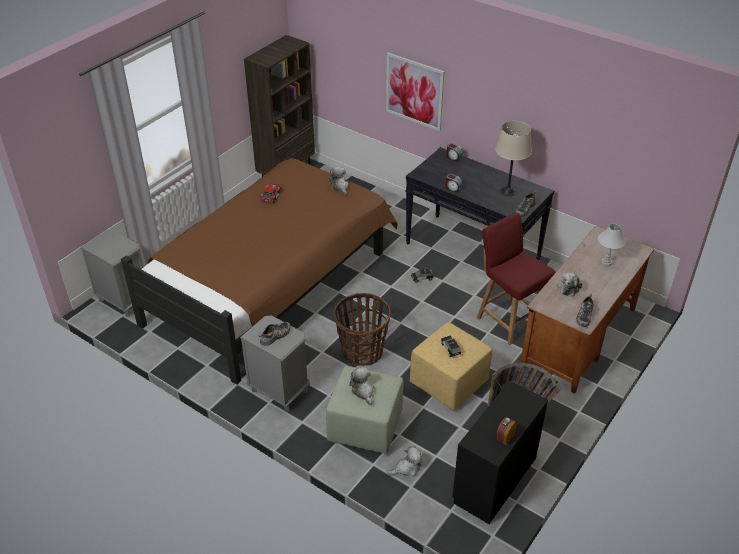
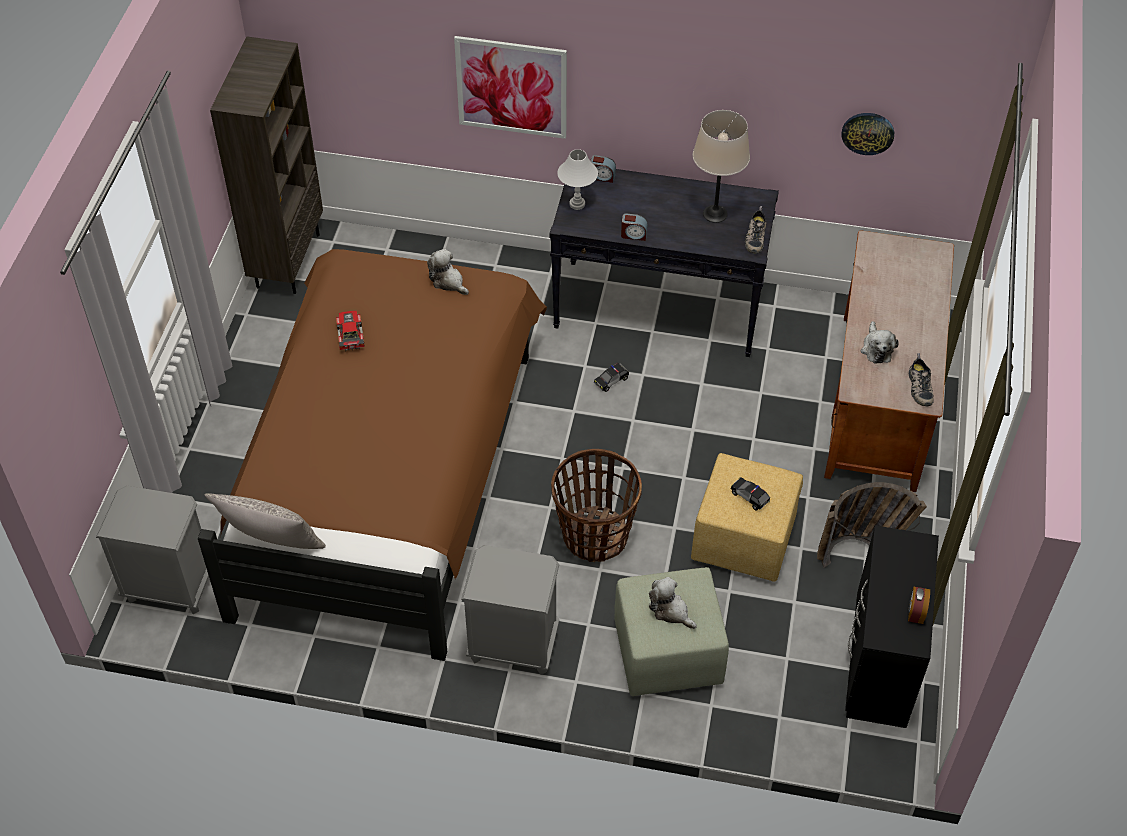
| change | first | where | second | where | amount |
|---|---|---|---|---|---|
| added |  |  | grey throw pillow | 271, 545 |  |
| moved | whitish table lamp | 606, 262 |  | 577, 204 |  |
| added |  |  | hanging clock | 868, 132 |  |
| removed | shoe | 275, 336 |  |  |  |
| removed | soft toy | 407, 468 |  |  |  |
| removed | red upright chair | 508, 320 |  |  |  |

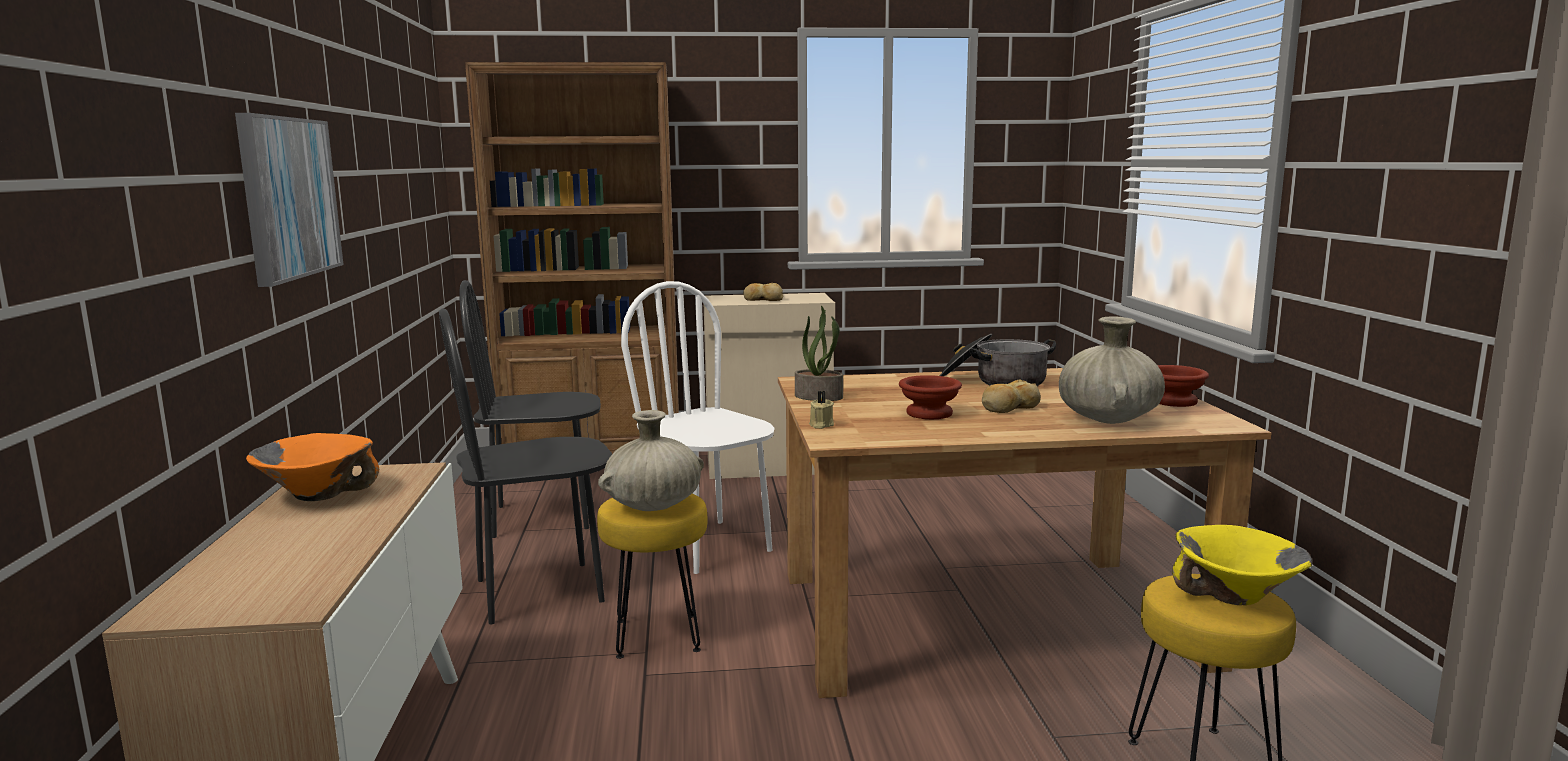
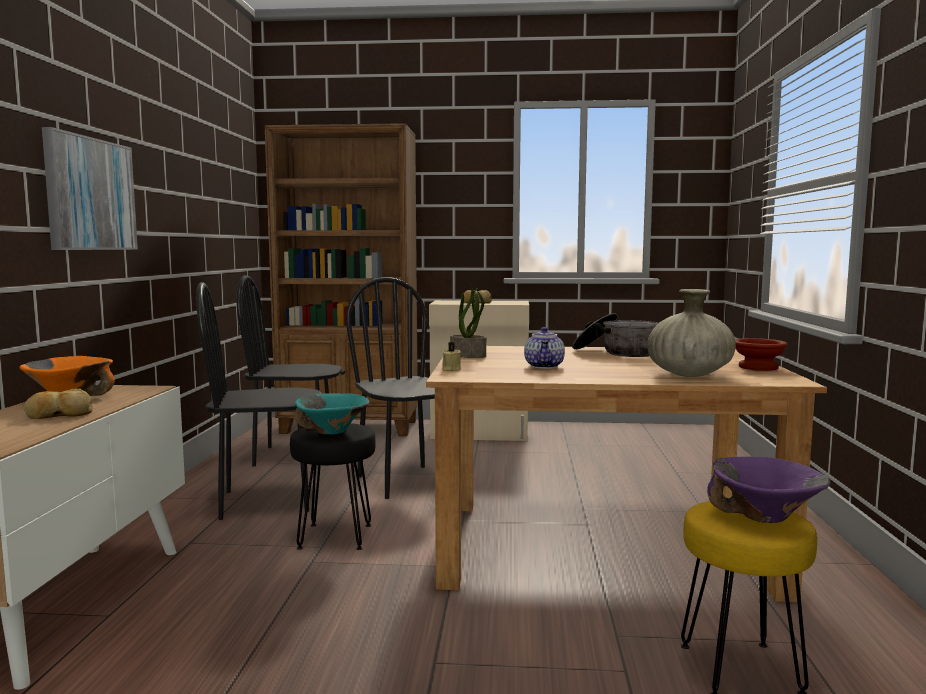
| change | first | where | second | where | amount |
|---|---|---|---|---|---|
| moved | baked bread | 1009, 407 |  | 59, 414 |  |
| recoloured | yellowish stool | 656, 635 | blackish stool | 334, 536 |  |
| replaced | beige decorative vase | 654, 506 | turquoise serving bowl | 332, 432 |  |
| recoloured | whitish upright chair | 707, 546 | blackish upright chair | 405, 481 |  |
| replaced | brown-coloured serving bowl | 930, 413 | teapot | 545, 366 |  |
| recoloured | yellowish serving bowl | 1235, 597 | purple serving bowl | 765, 517 |  |

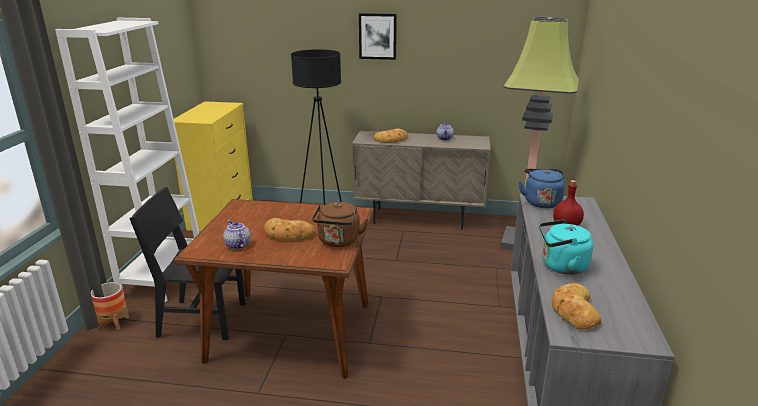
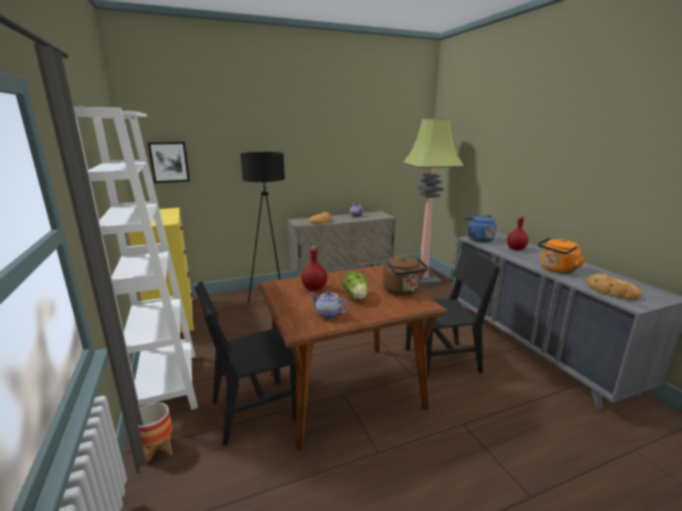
| change | first | where | second | where | amount |
|---|---|---|---|---|---|
| moved | picture | 377, 36 |  | 169, 162 |  |
| added |  |  | red bottle | 314, 288 |  |
| replaced | baked bread | 288, 234 | lettuce | 356, 296 |  |
| added |  |  | blackish upright chair | 442, 360 |  |
| recoloured | turquoise kettle | 561, 266 | orange kettle | 556, 270 |  |

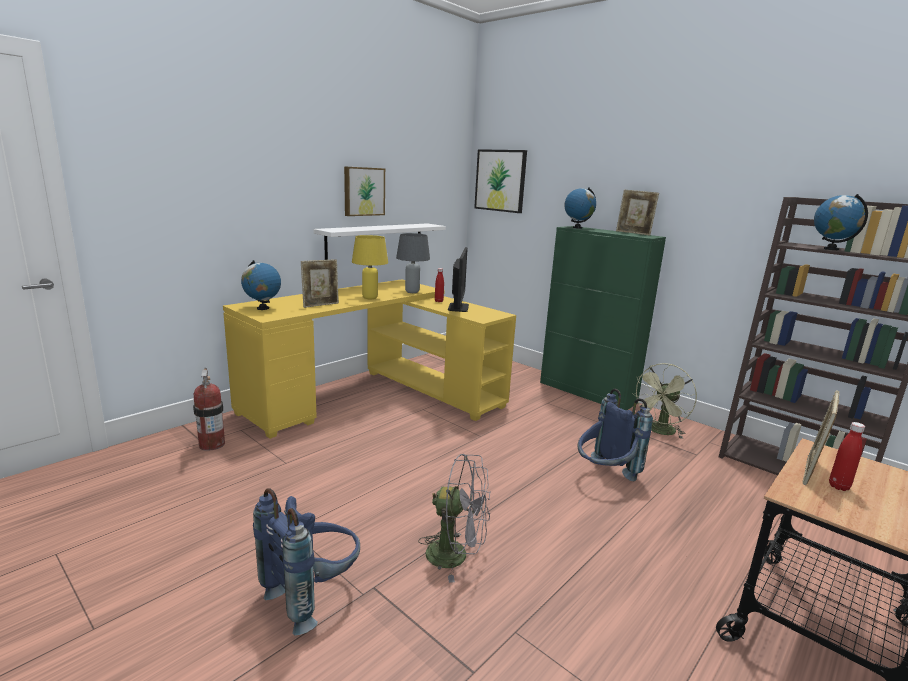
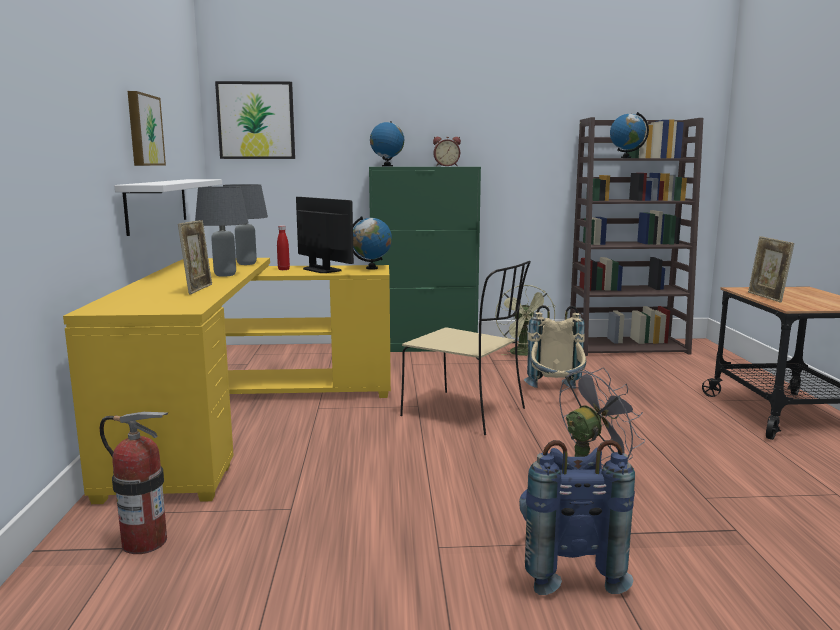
| change | first | where | second | where | amount |
|---|---|---|---|---|---|
| recoloured | yellowish table lamp | 369, 298 | grey table lamp | 224, 275 |  |
| moved | globe | 262, 308 |  | 371, 268 |  |
| added |  |  | beige upright chair | 466, 413 |  |
| replaced | photo frame | 633, 233 | bedside clock | 446, 166 |  |
| recoloured | bluish rucksack | 604, 477 | beige rucksack | 556, 393 |  |
| removed | red bottle | 838, 486 |  |  |  |

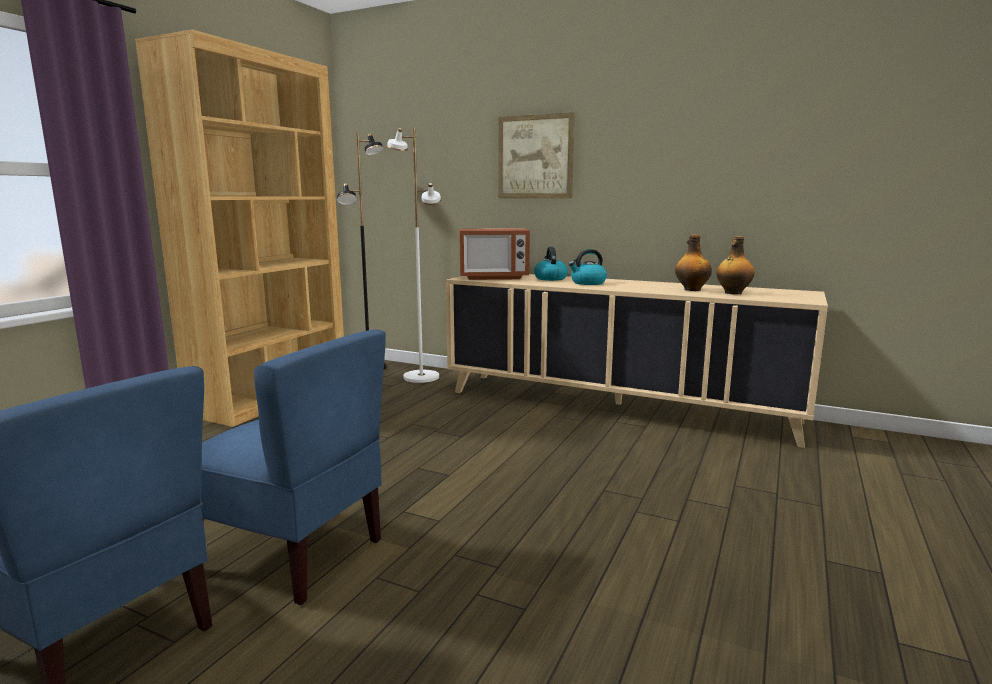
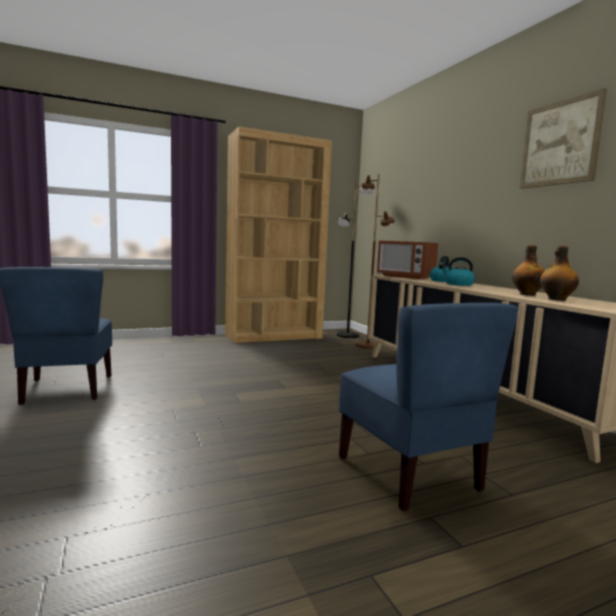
| change | first | where | second | where | amount |
|---|---|---|---|---|---|
| moved | bluish upright chair | 293, 554 |  | 410, 473 |  |
| recoloured | whitish floor lamp | 421, 377 | brown-coloured floor lamp | 367, 345 |  |
| moved | picture | 535, 157 |  | 560, 143 |  |

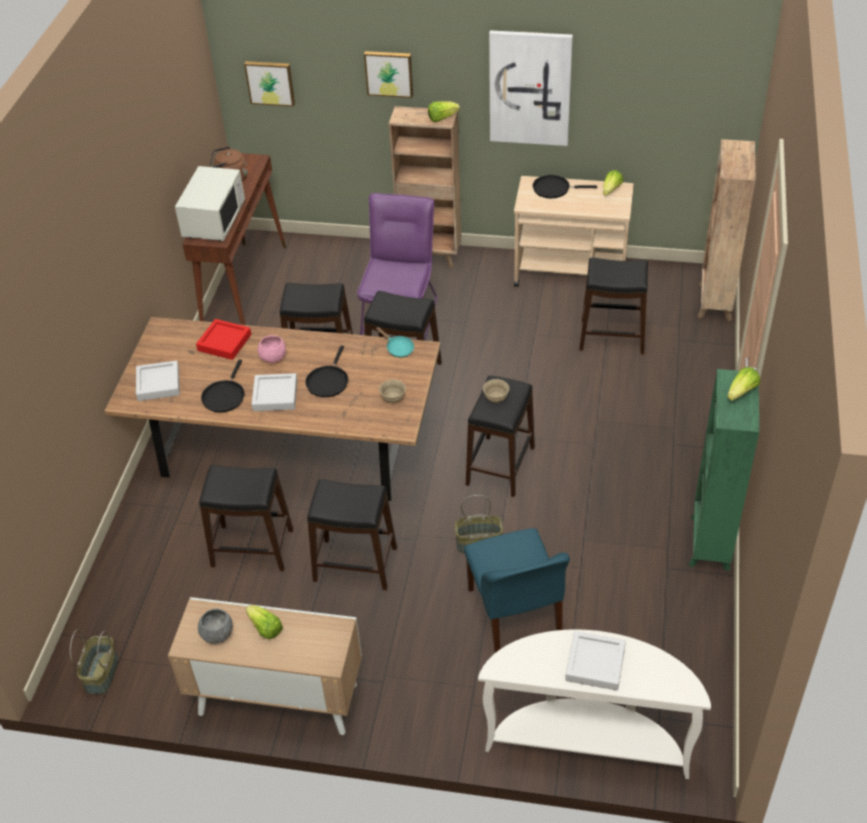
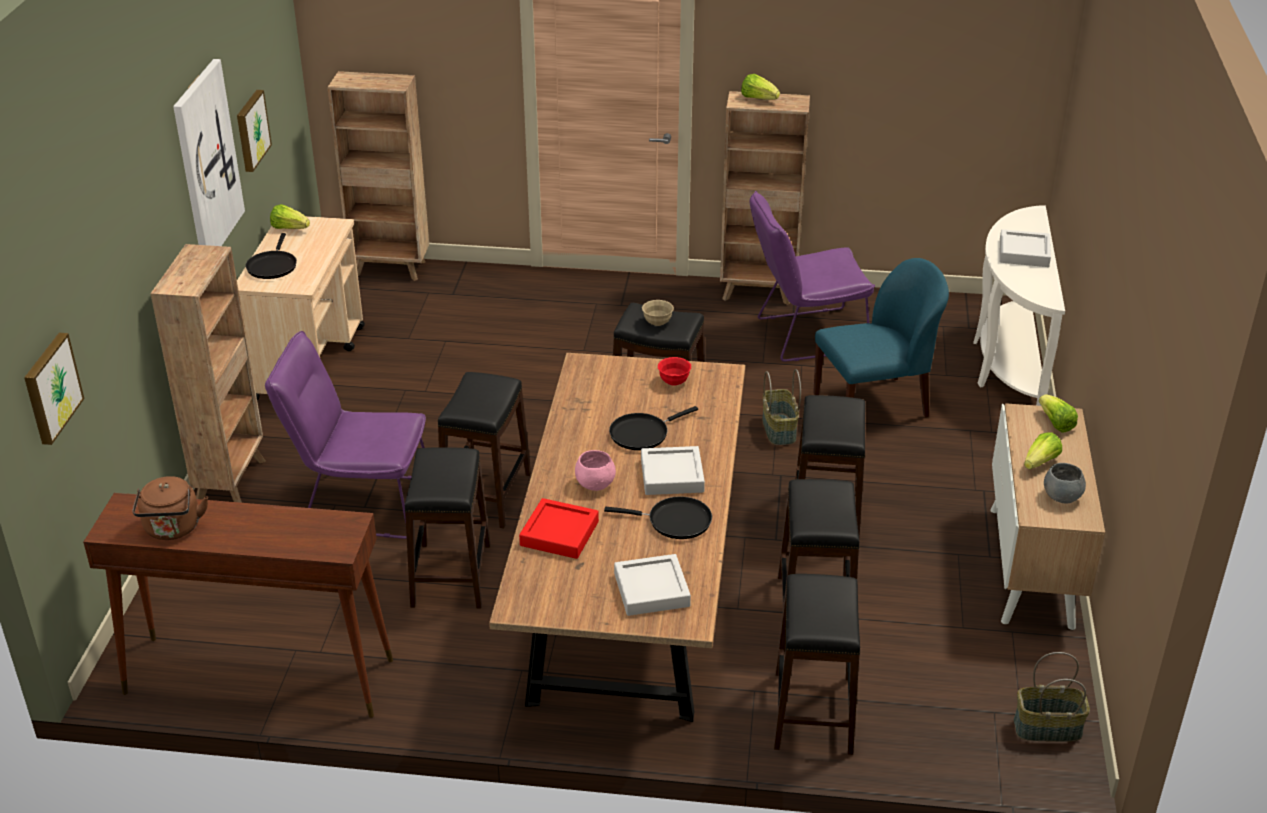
| change | first | where | second | where | amount |
|---|---|---|---|---|---|
| moved | picture | 389, 73 |  | 251, 130 |  |
| turned | blackish frying pan | 328, 381 |  | 642, 433 | 135 degrees clockwise |
| recoloured | beige serving bowl | 393, 399 | red serving bowl | 674, 382 |  |
| recoloured | green-coloured bookshelf | 709, 544 | brown-coloured bookshelf | 758, 292 |  |
| added |  |  | purple upright chair | 804, 336 |  |
| moved | blackish stool | 612, 337 |  | 814, 712 |  |
| moved | lettuce | 442, 118 |  | 1055, 423 |  |
| removed | whitish microwave oven | 214, 220 |  |  |  |
| removed | turquoise frying pan | 398, 348 |  |  |  |

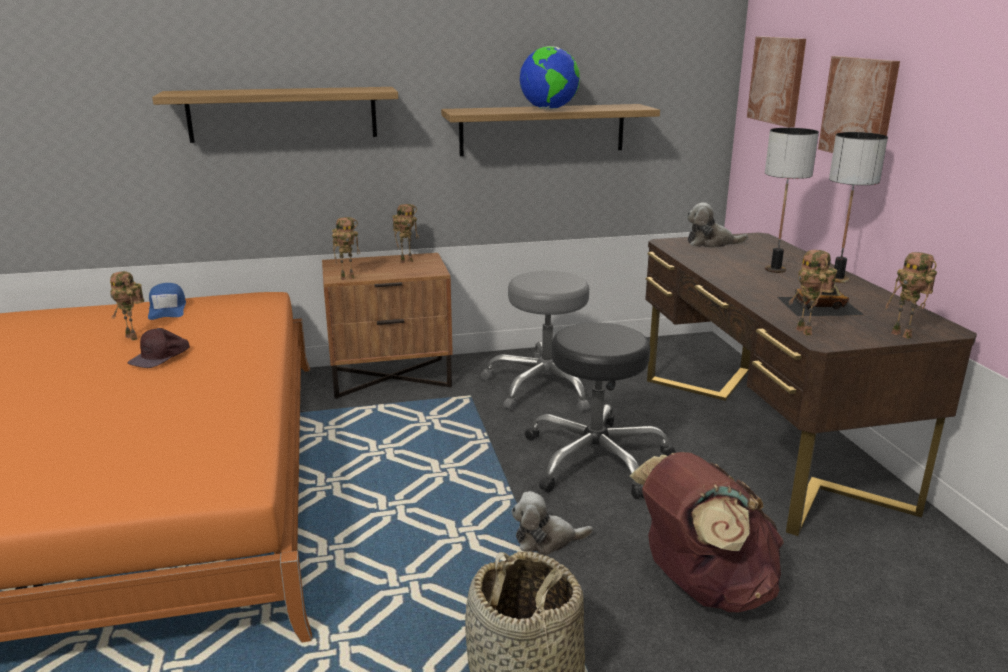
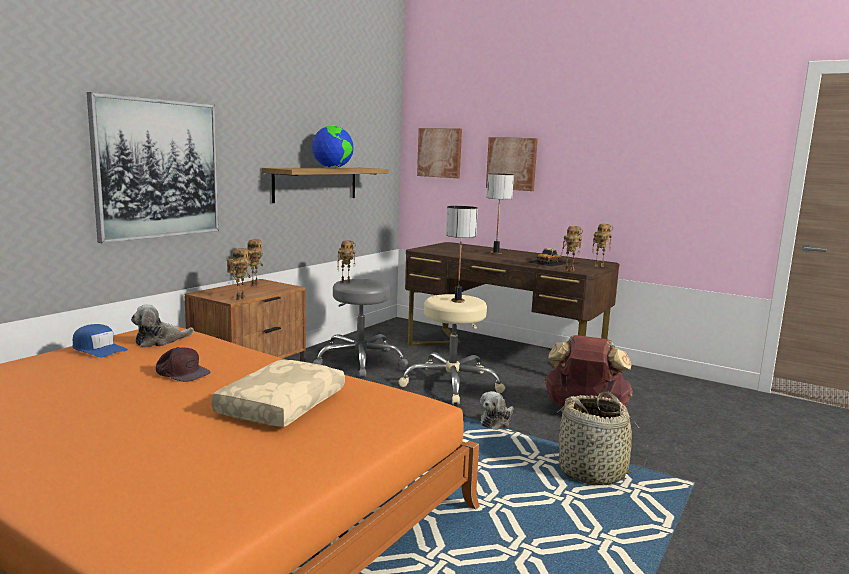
| change | first | where | second | where | amount |
|---|---|---|---|---|---|
| replaced | shelf | 283, 114 | picture | 158, 169 |  |
| moved | soft toy | 711, 243 |  | 160, 341 |  |
| turned | brown-coloured cap | 160, 356 |  | 182, 373 | 45 degrees counterclockwise |
| added |  |  | beige throw pillow | 281, 405 |  |
| moved | model robot | 134, 337 |  | 346, 282 |  |
| recoloured | blackish stool | 596, 459 | beige stool | 452, 384 |  |
| moved | table lamp | 837, 279 |  | 457, 301 |  |

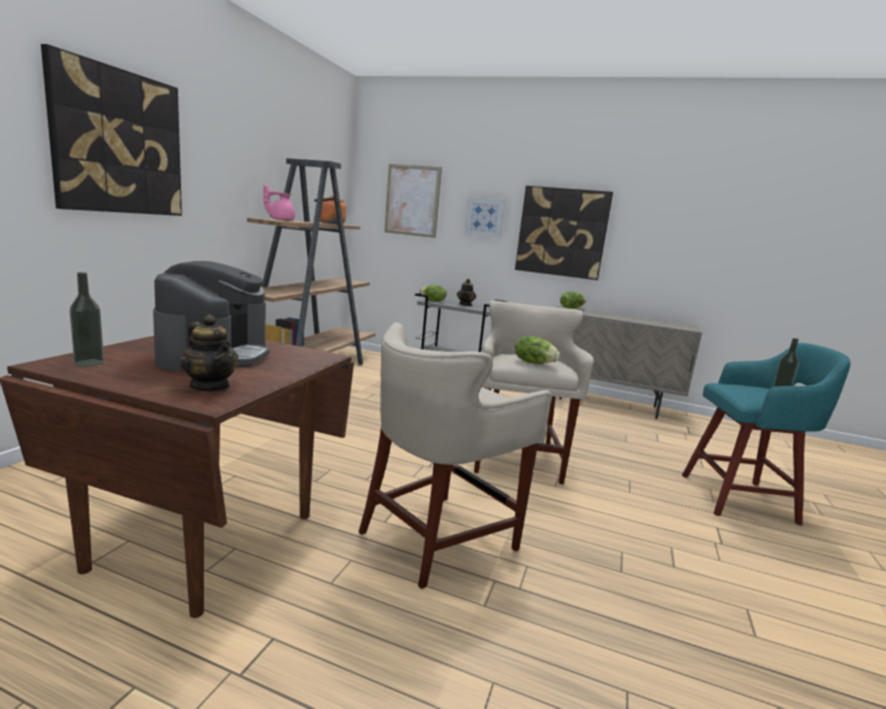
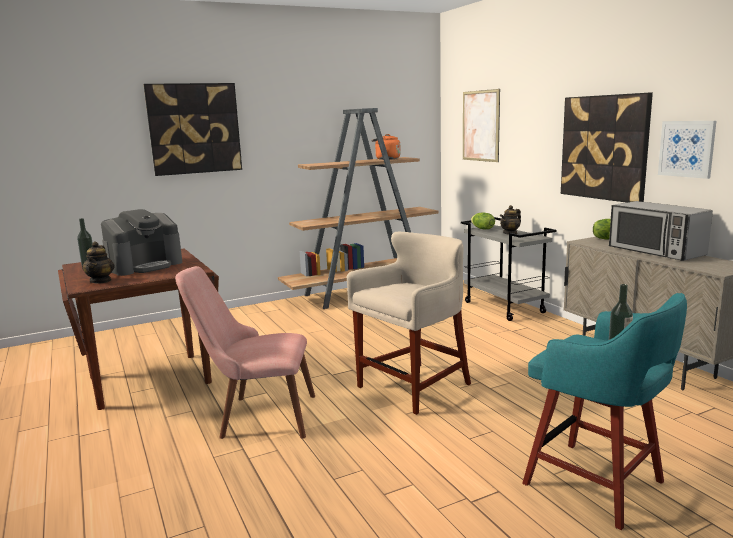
| change | first | where | second | where | amount |
|---|---|---|---|---|---|
| replaced | beige stool | 439, 538 | pinkish upright chair | 255, 416 |  |
| added |  |  | microwave oven | 655, 251 |  |
| moved | picture | 484, 217 |  | 687, 148 |  |
| removed | pinkish teapot | 280, 220 |  |  |  |
| removed | lettuce | 533, 363 |  |  |  |

